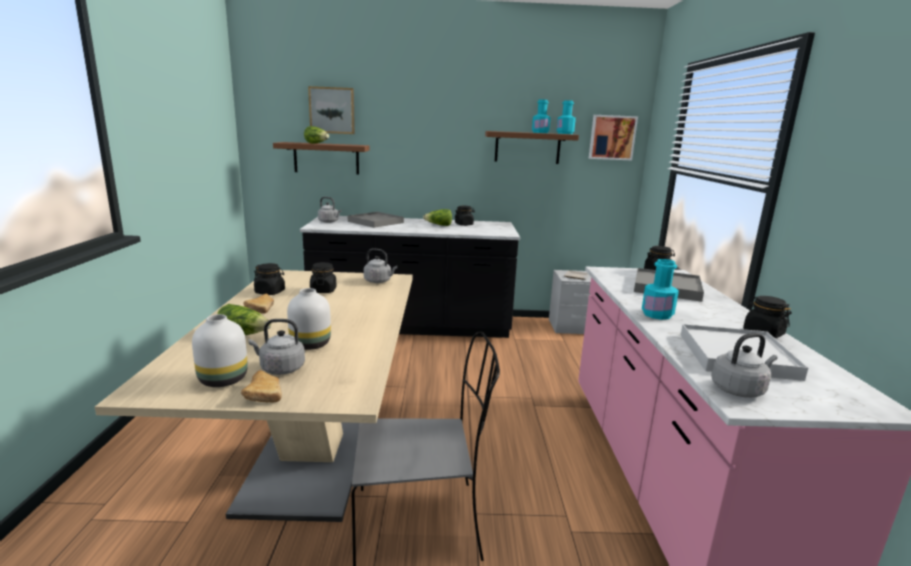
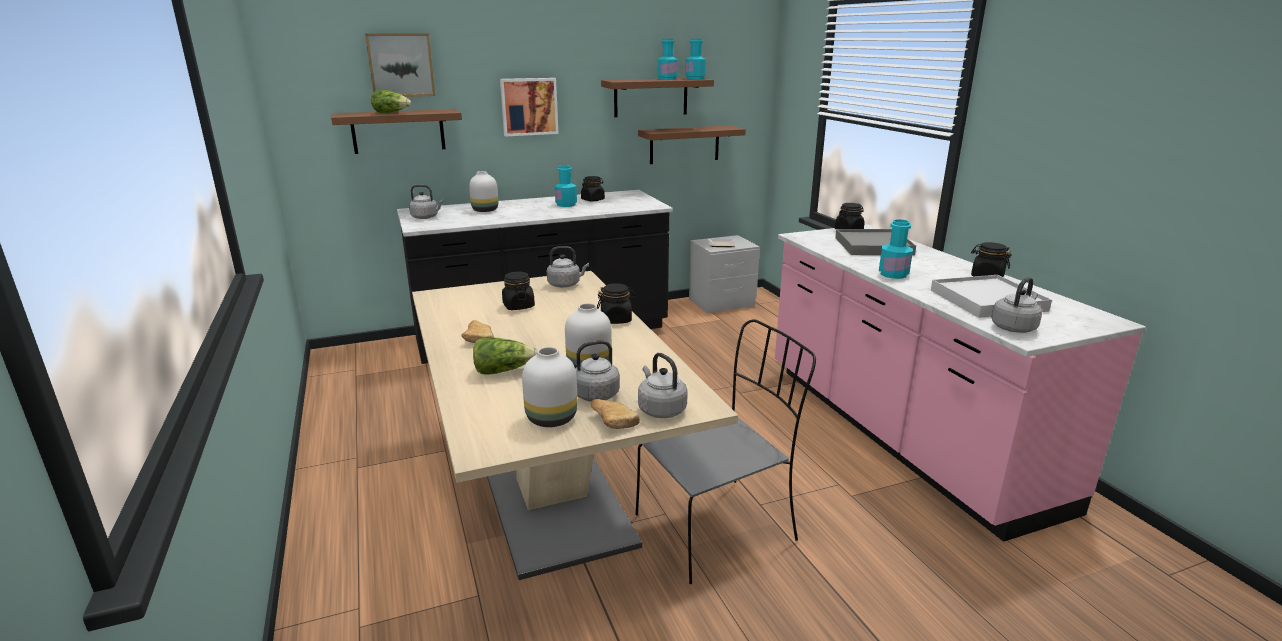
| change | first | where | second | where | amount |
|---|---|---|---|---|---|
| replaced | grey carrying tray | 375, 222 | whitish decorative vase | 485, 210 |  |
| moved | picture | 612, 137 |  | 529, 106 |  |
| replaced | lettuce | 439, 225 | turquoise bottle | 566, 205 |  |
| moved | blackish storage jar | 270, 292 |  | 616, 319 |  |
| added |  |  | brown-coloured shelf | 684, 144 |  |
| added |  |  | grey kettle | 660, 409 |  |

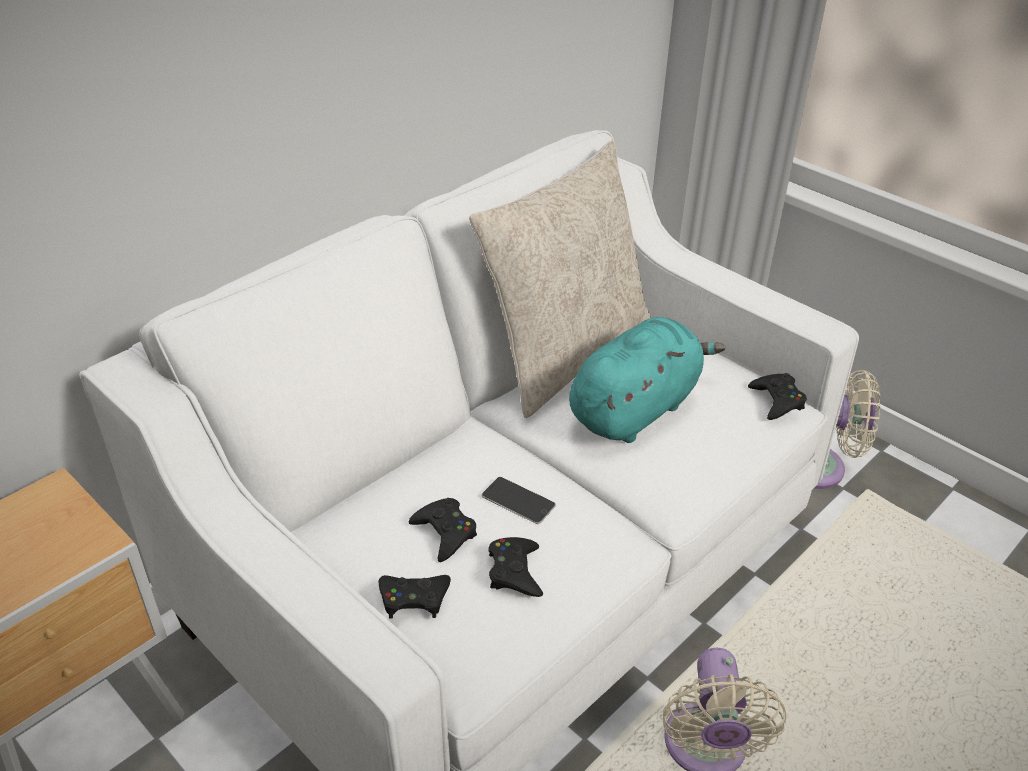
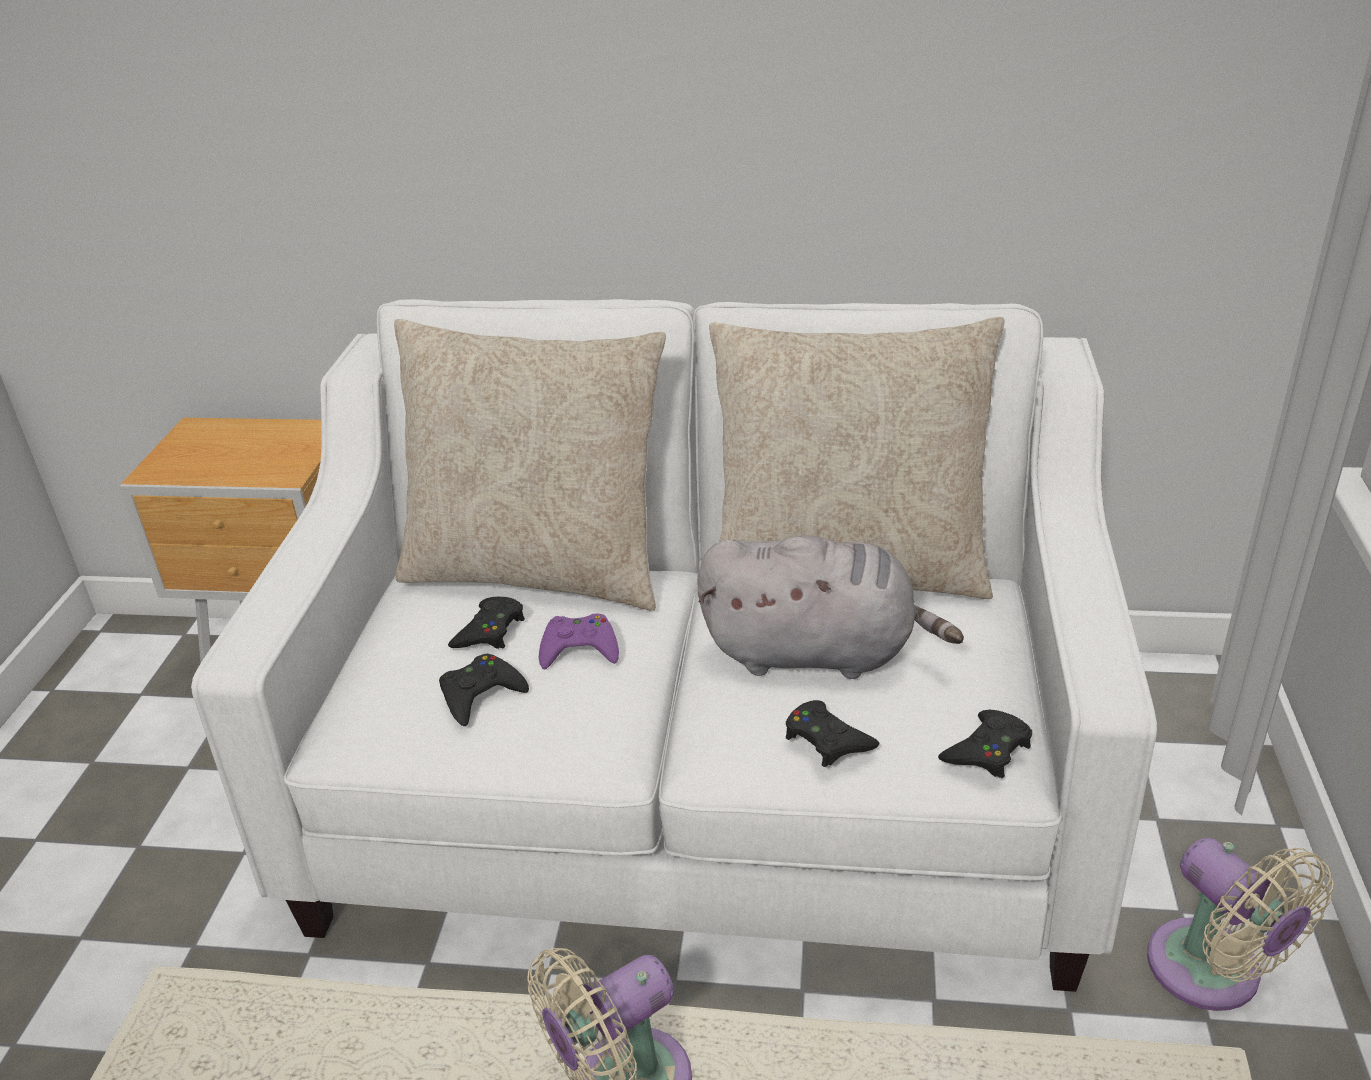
| change | first | where | second | where | amount |
|---|---|---|---|---|---|
| added |  |  | beige throw pillow | 539, 569 |  |
| replaced | telephone | 518, 500 | purple game controller | 579, 649 |  |
| recoloured | turquoise soft toy | 636, 409 | grey soft toy | 817, 653 |  |
| moved | blackish game controller | 414, 598 |  | 827, 740 |  |

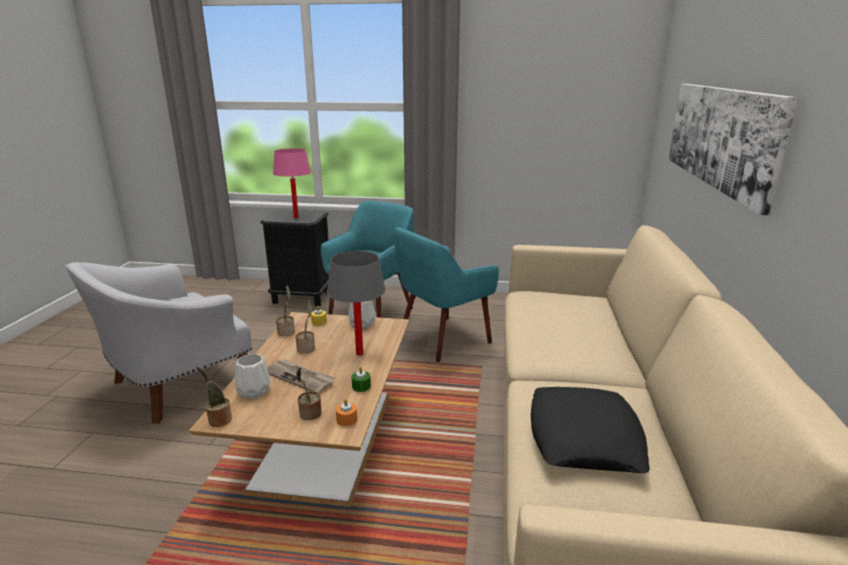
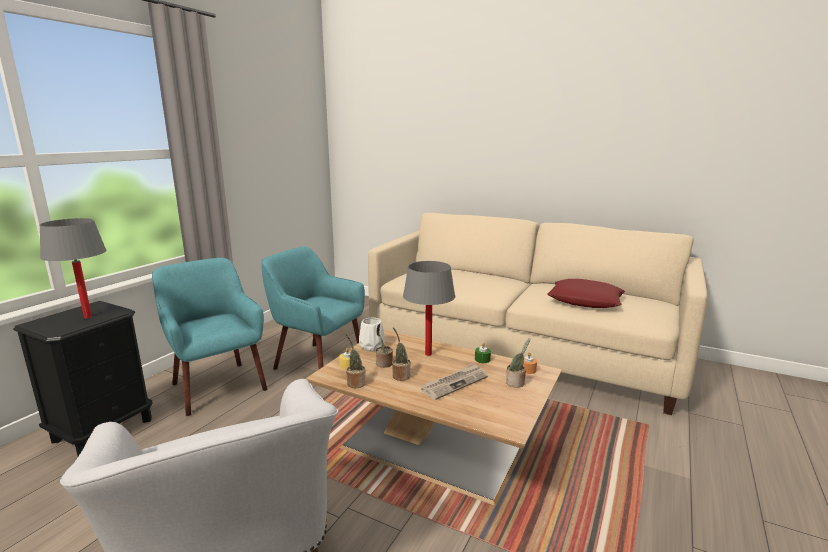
| change | first | where | second | where | amount |
|---|---|---|---|---|---|
| recoloured | pinkish table lamp | 296, 217 | grey table lamp | 88, 316 |  |
| turned | turquoise easy chair | 442, 339 |  | 318, 362 | 135 degrees clockwise |
| moved | potted plant | 218, 420 |  | 383, 364 |  |
| recoloured | blackish throw pillow | 584, 438 | red throw pillow | 585, 300 |  |
| removed | whitish decorative vase | 253, 391 |  |  |  |
| removed | picture | 720, 136 |  |  |  |

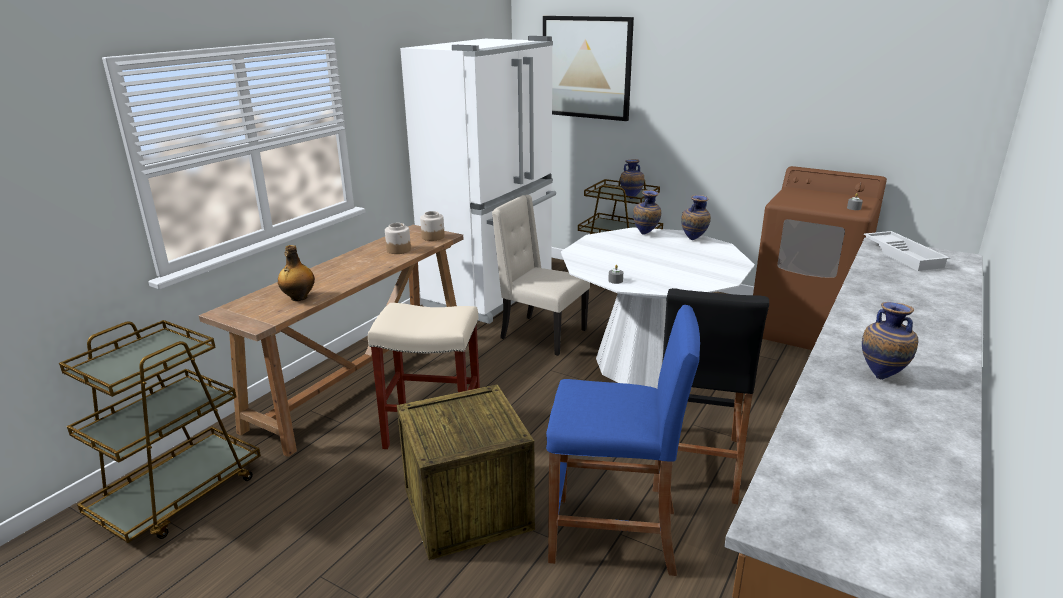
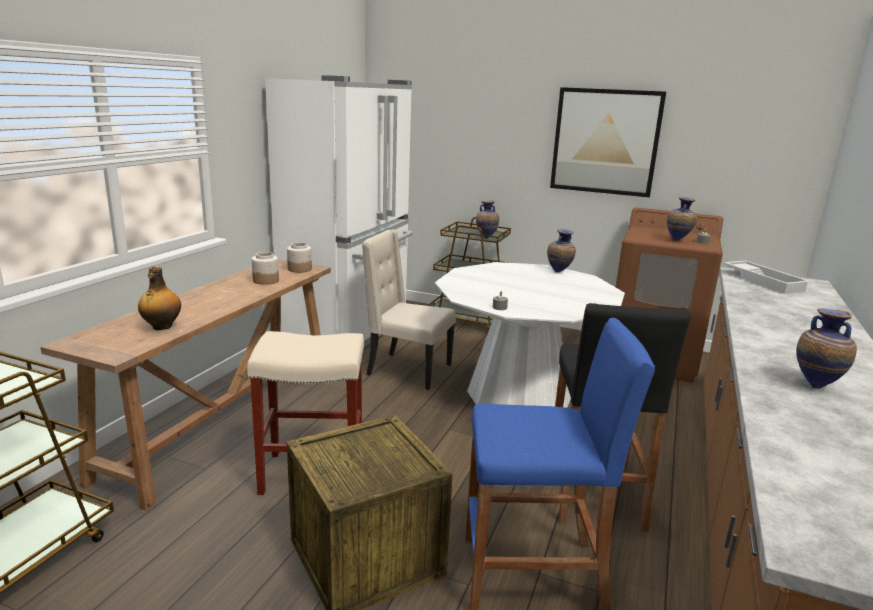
| change | first | where | second | where | amount |
|---|---|---|---|---|---|
| moved | picture | 586, 67 |  | 605, 142 |  |
| moved | decorative vase | 646, 235 |  | 678, 240 |  |

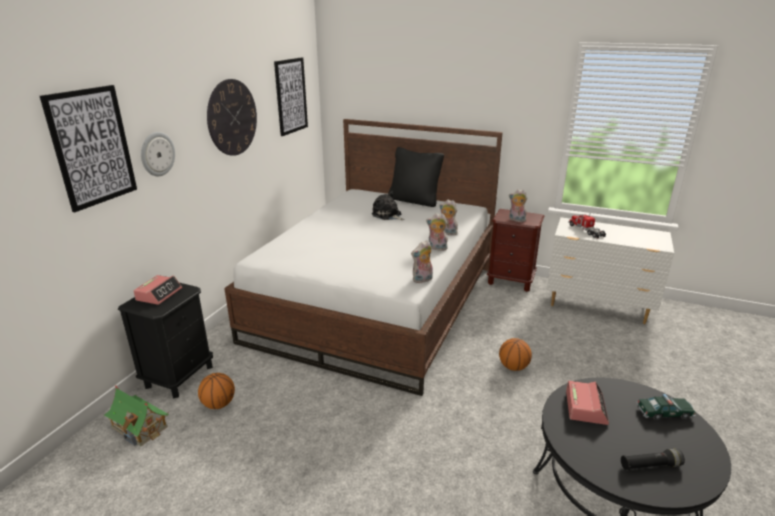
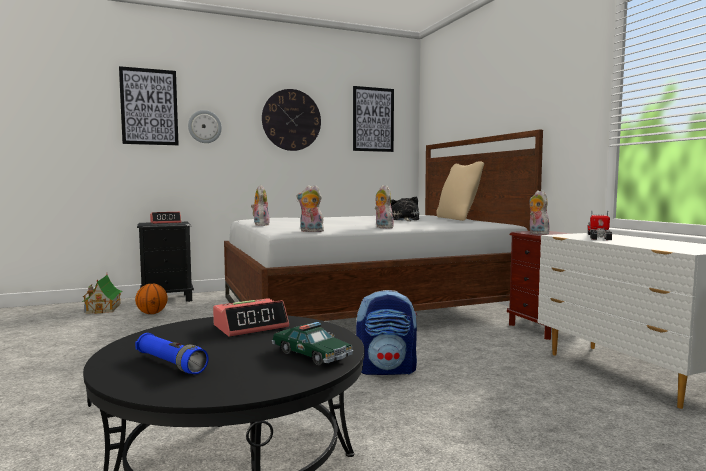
| change | first | where | second | where | amount |
|---|---|---|---|---|---|
| recoloured | blackish flashlight | 650, 465 | bluish flashlight | 170, 364 |  |
| moved | soft toy | 447, 233 |  | 260, 225 |  |
| replaced | basketball ball | 513, 367 | rucksack | 386, 370 |  |
| recoloured | blackish throw pillow | 414, 200 | beige throw pillow | 458, 219 |  |

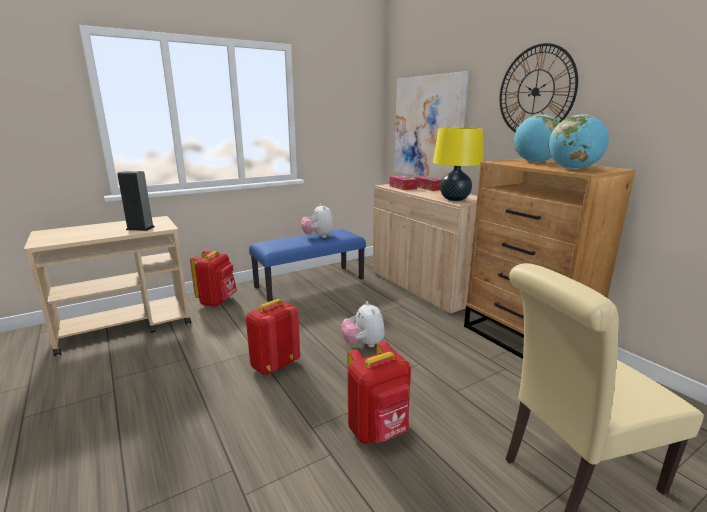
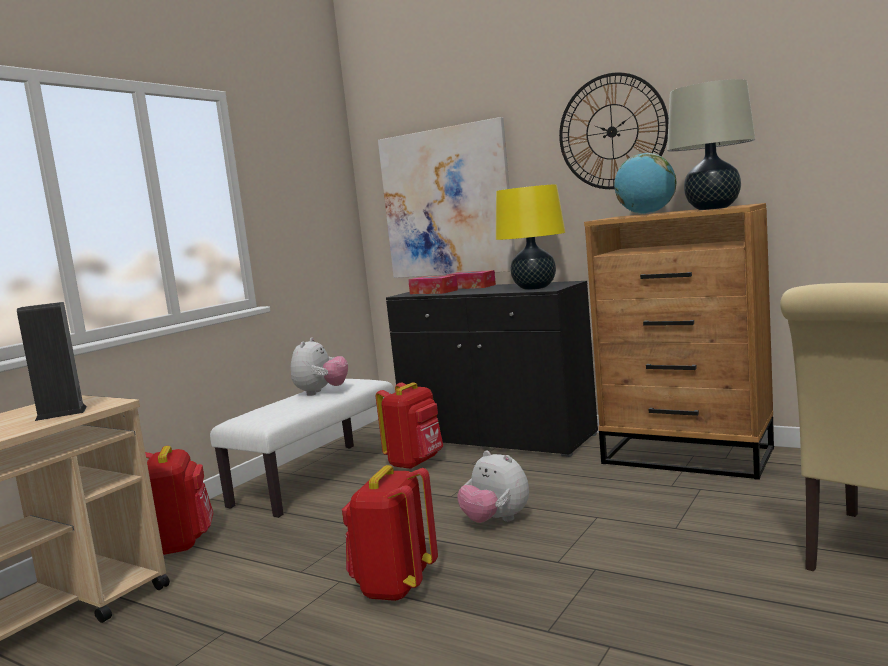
| change | first | where | second | where | amount |
|---|---|---|---|---|---|
| recoloured | bluish indoor bench | 310, 283 | whitish indoor bench | 318, 477 |  |
| turned | soft toy | 318, 236 |  | 321, 392 | 120 degrees counterclockwise |
| moved | red rucksack | 379, 431 |  | 415, 463 |  |
| recoloured | beige cupboard | 424, 287 | blackish cupboard | 497, 438 |  |
| replaced | globe | 573, 169 | beige table lamp | 713, 208 |  |

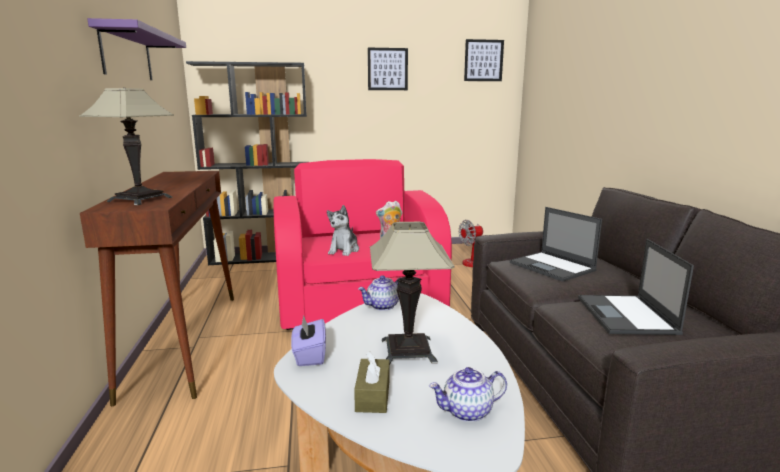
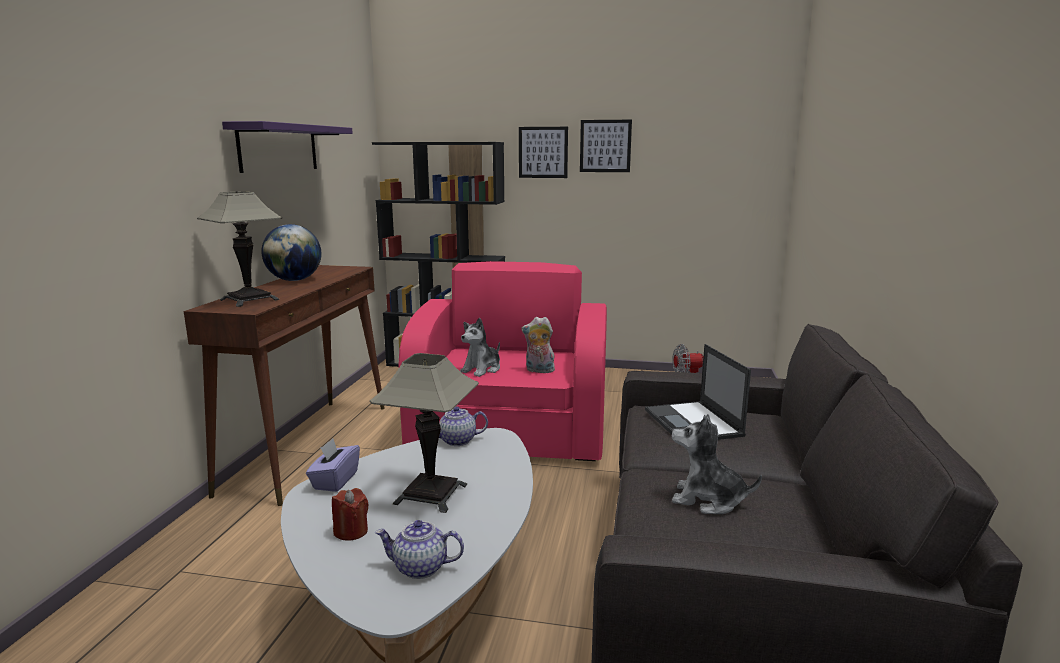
| change | first | where | second | where | amount |
|---|---|---|---|---|---|
| added |  |  | globe | 294, 280 |  |
| replaced | brown-coloured tissue holder | 373, 395 | red wax candle | 351, 531 |  |
| moved | picture | 483, 60 |  | 543, 152 |  |
| replaced | portable computer | 627, 315 | soft toy | 707, 500 |  |

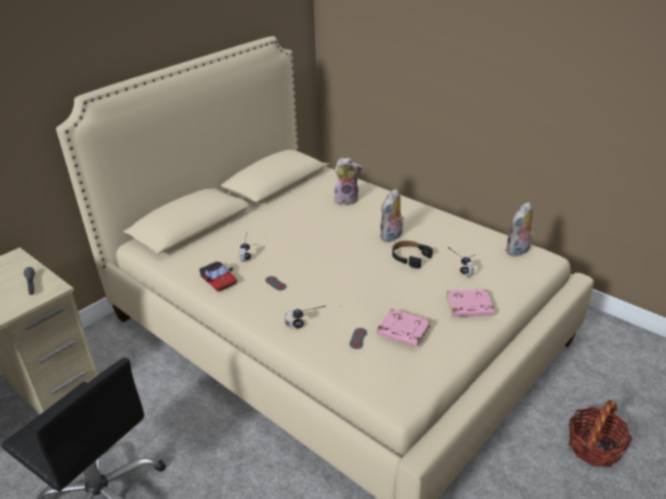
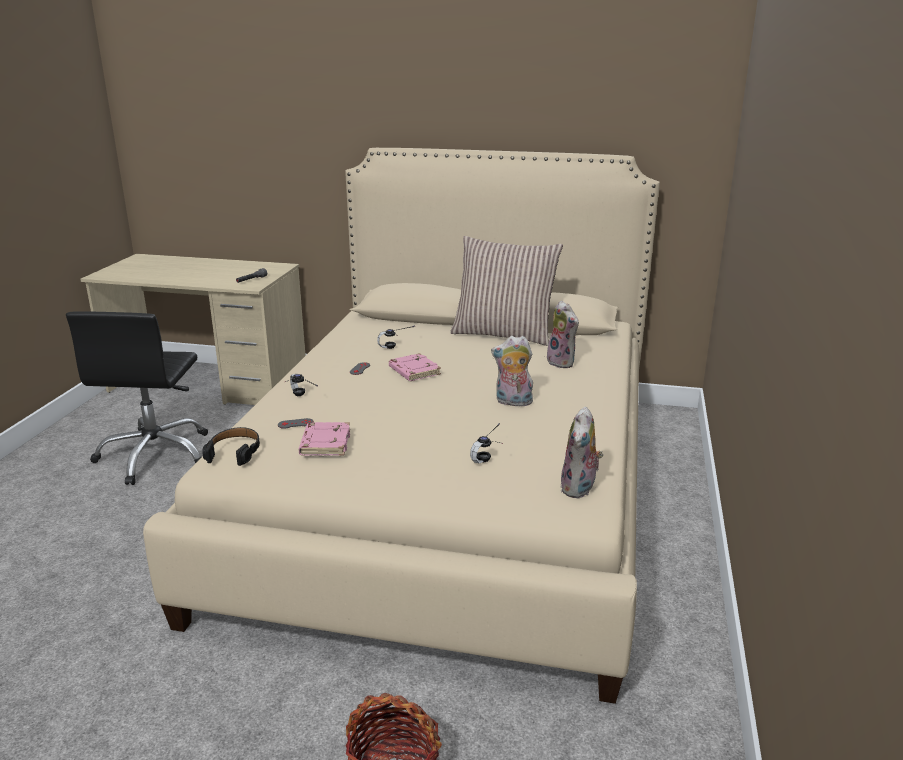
| change | first | where | second | where | amount |
|---|---|---|---|---|---|
| moved | blackish headset | 410, 257 |  | 234, 452 |  |
| moved | pinkish volume | 468, 307 |  | 413, 371 |  |
| added |  |  | throw pillow | 504, 334 |  |
| turned | soft toy | 518, 251 |  | 580, 489 | 90 degrees counterclockwise |
| removed | miniature car | 219, 280 |  |  |  |

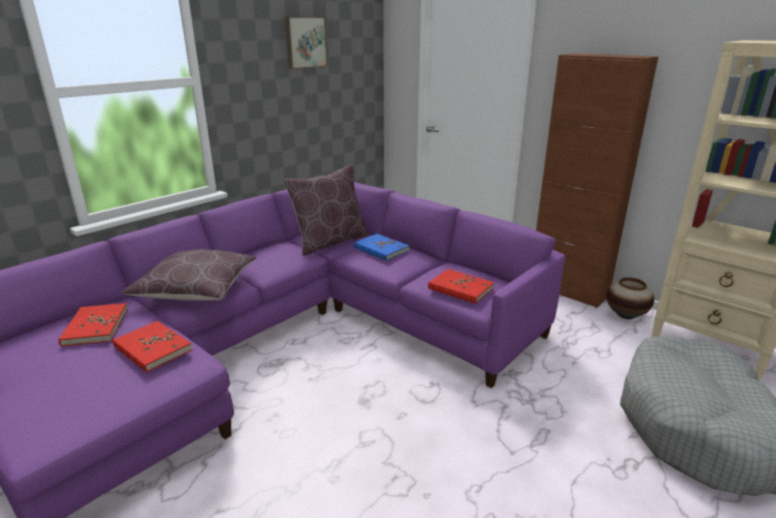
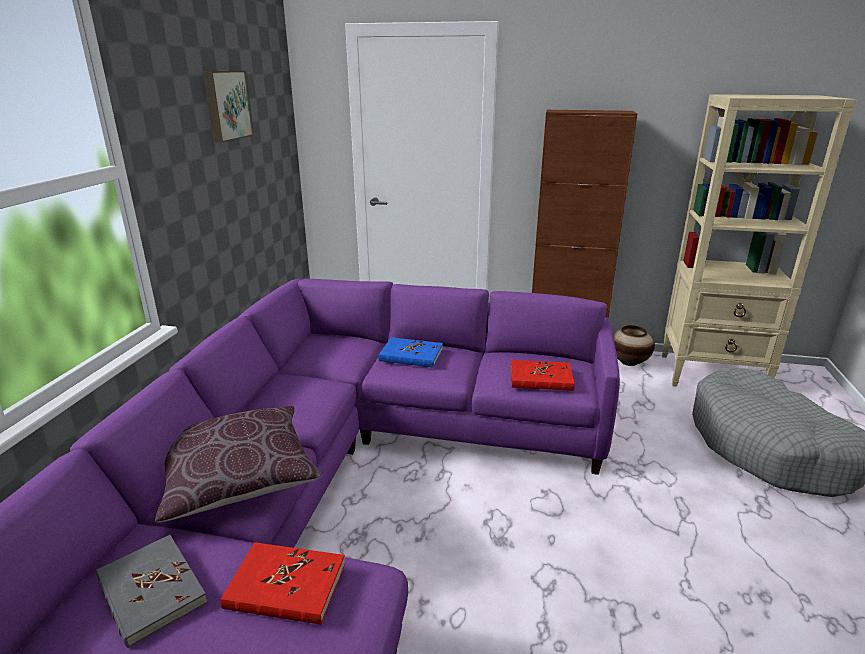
| change | first | where | second | where | amount |
|---|---|---|---|---|---|
| recoloured | red volume | 95, 327 | grey volume | 151, 591 |  |
| removed | brown-coloured throw pillow | 330, 242 |  |  |  |

